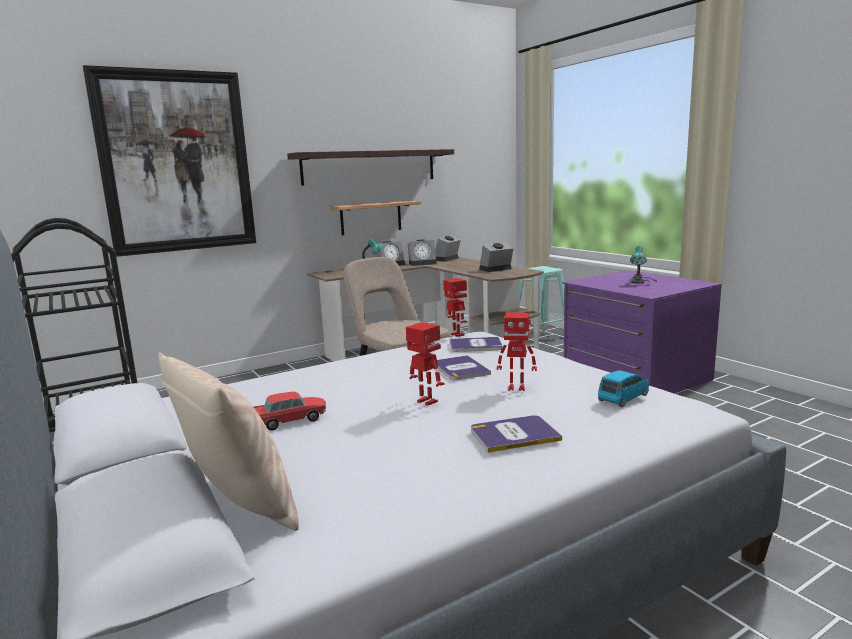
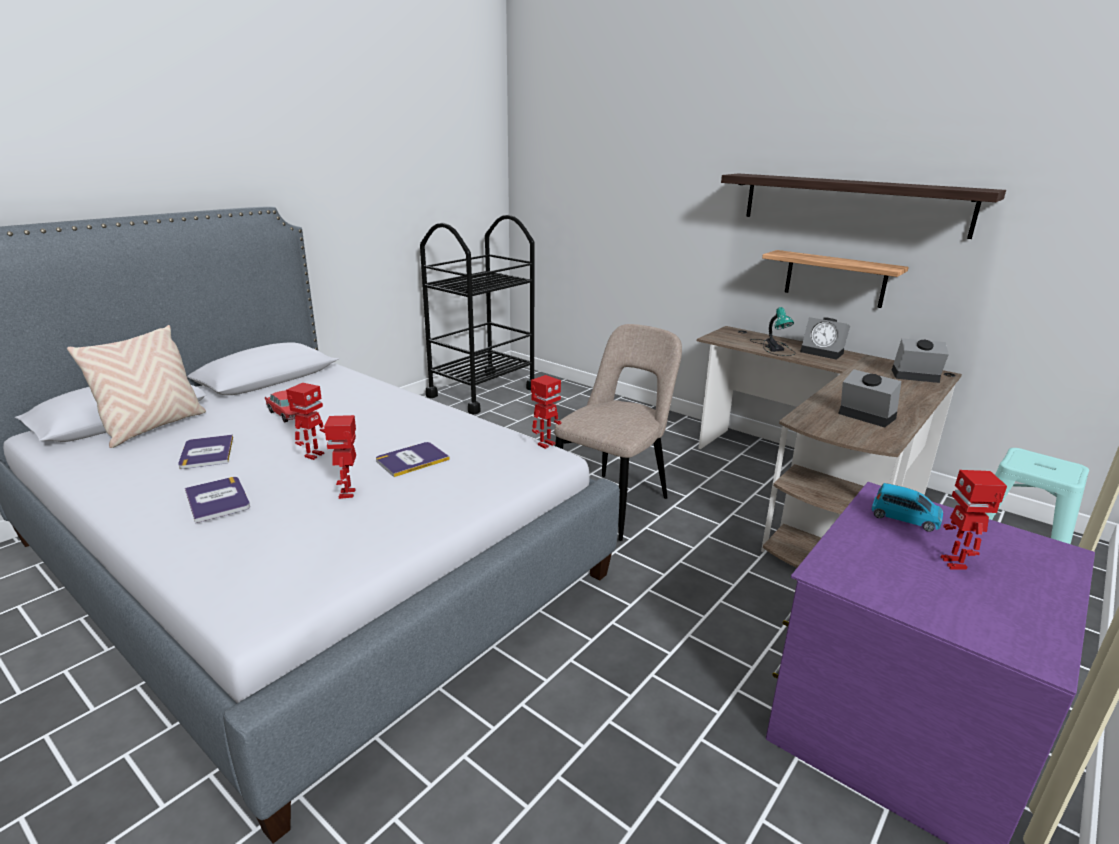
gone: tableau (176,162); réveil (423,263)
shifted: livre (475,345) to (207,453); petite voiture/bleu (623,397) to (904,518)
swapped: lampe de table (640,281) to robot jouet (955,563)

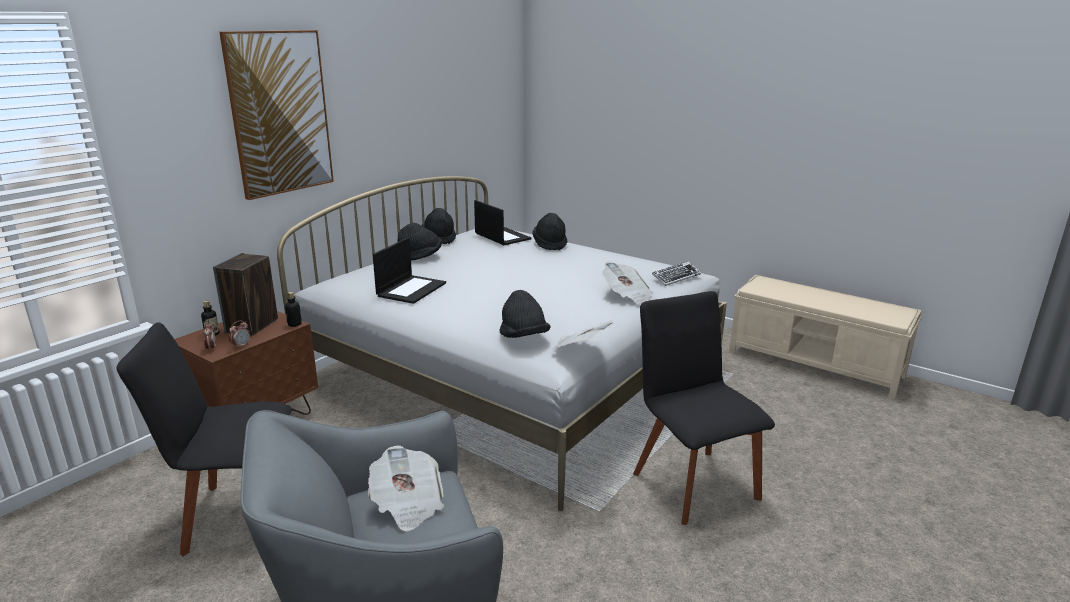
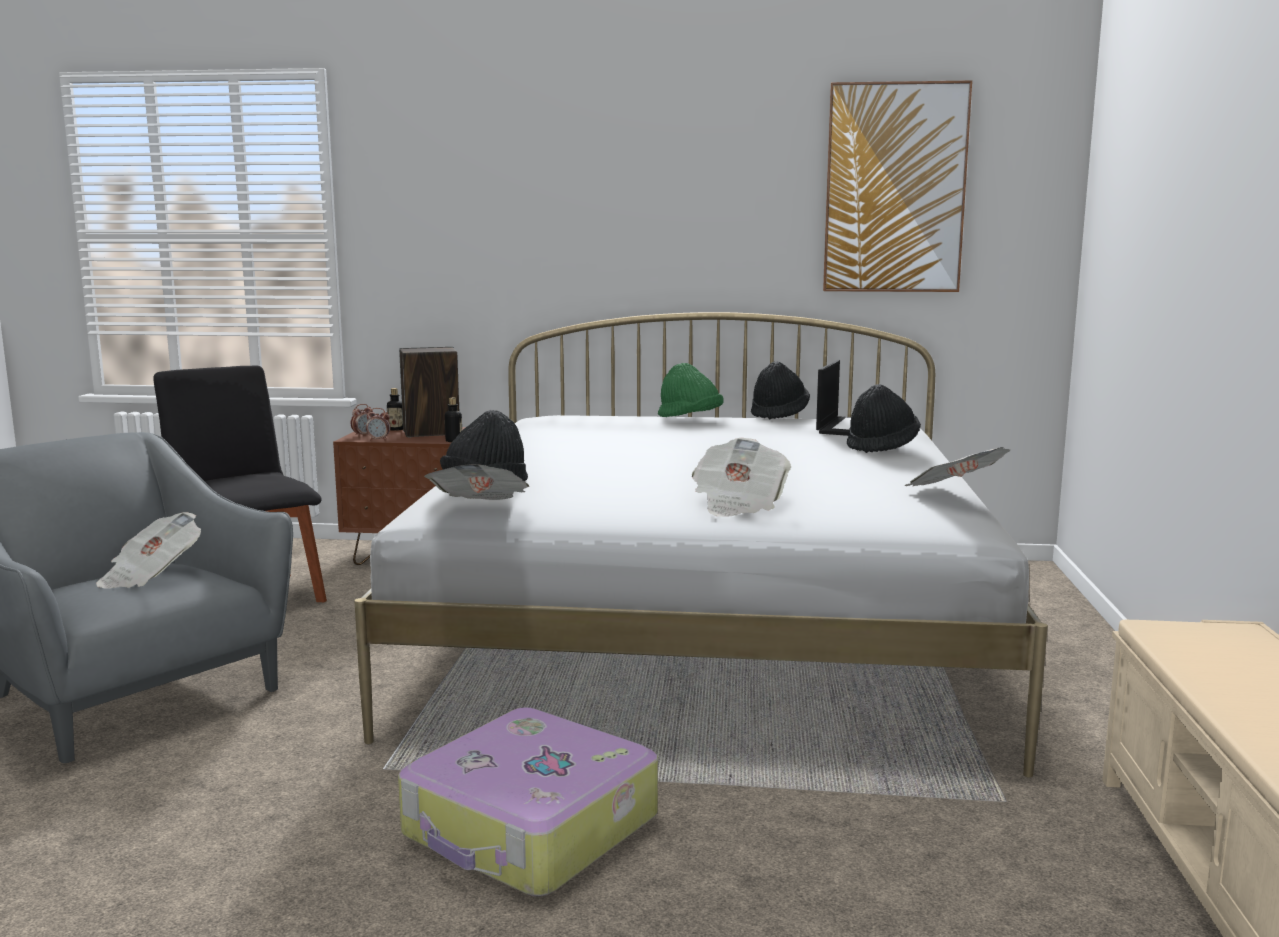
gone: ordinateur portable (411,289); clavier (676,277)
new: journal (954,494)
shifted: tableau (280,113) to (894,188)
swapped: chaise/noir (692,482) to valise (530,829)
repainted: chapeau/noir (420,257) to chapeau/vert (689,419)

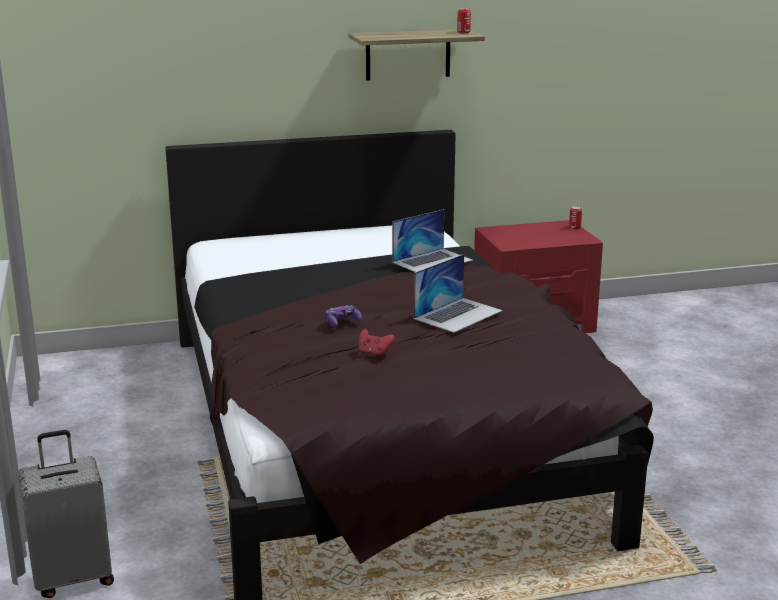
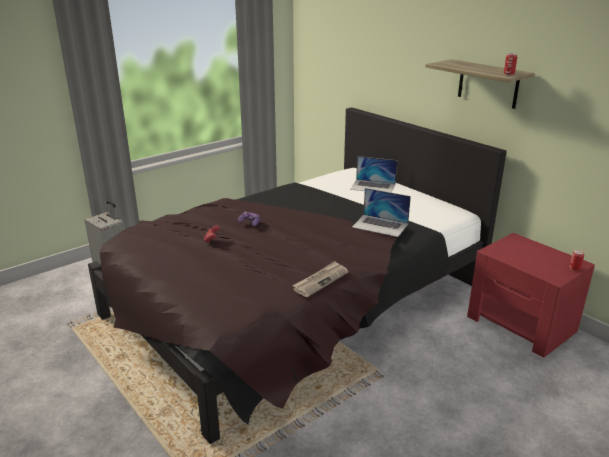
new: journal (320,280)
shifted: ordinateur portable (458,314) to (373,186)

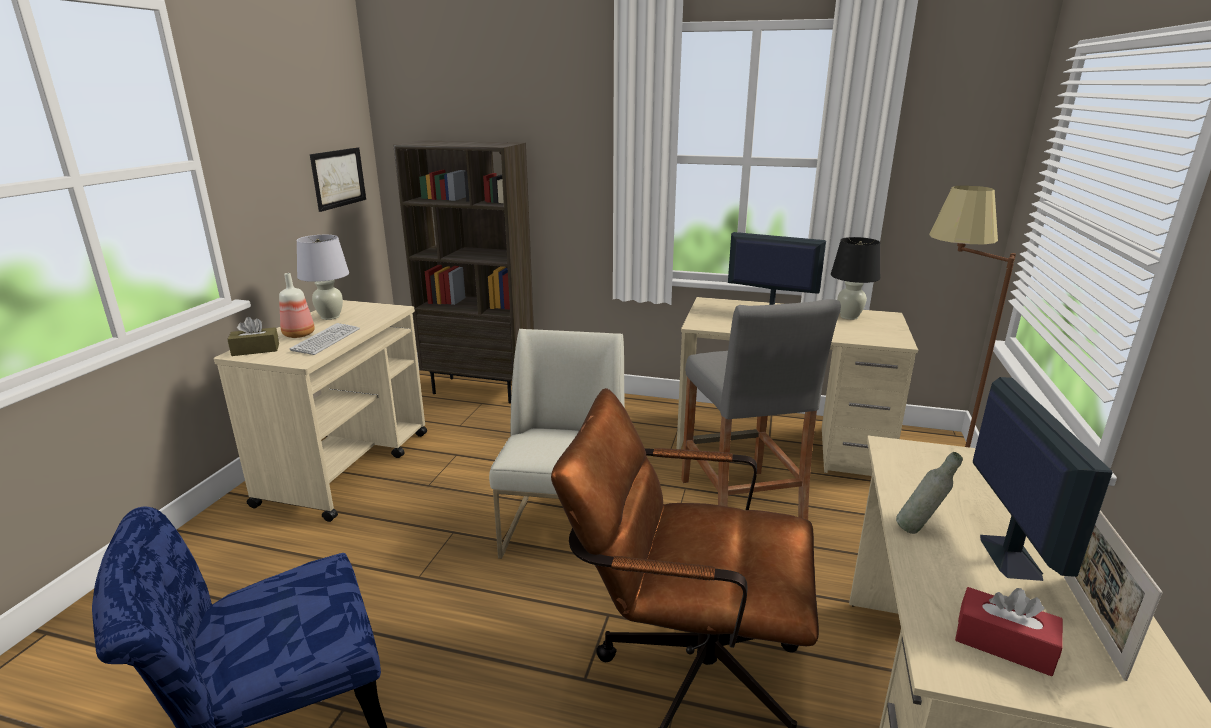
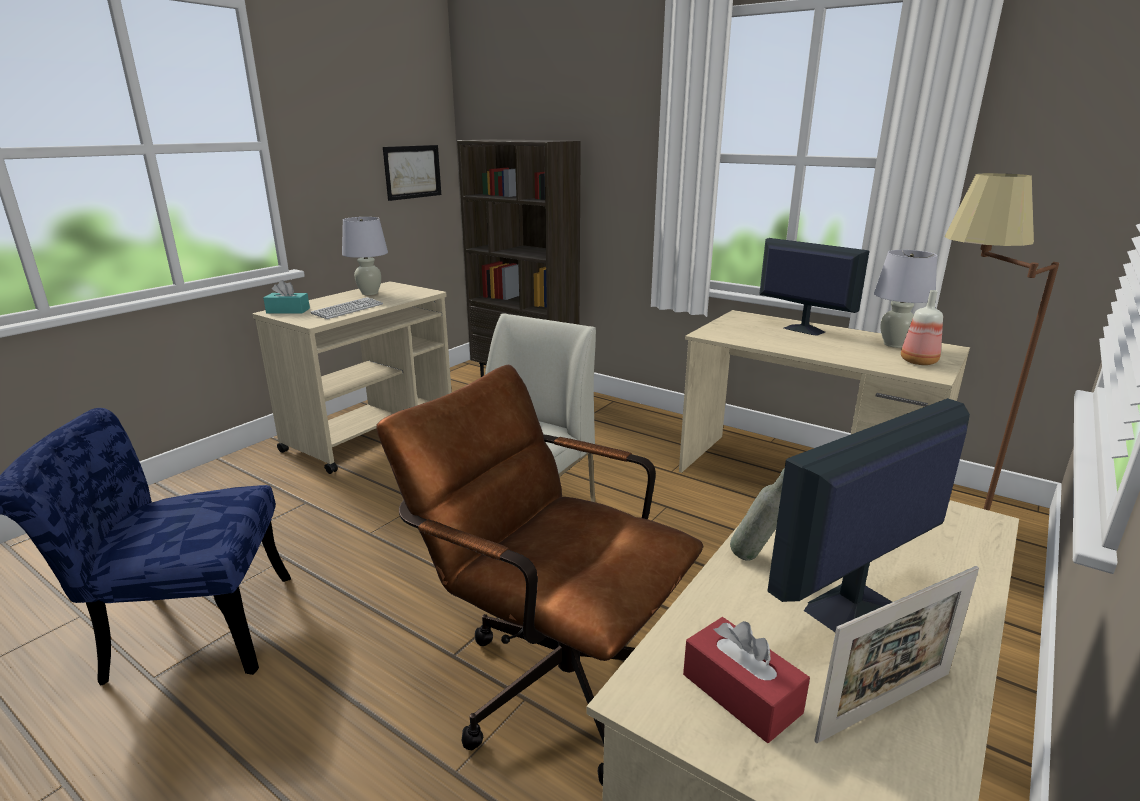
gone: tabouret/gris (740,505)
shifted: bouteille (298,334) to (917,361)
repainted: lampe de table/noir (849,317) to lampe de table/blanc (894,344); boîte à mouchoirs/marron (255,350) to boîte à mouchoirs/turquoise (288,311)
rotated: écran d'ordinateur (1008,555) = (847,607) 150 degrees counterclockwise; cadre photo (1092,624) = (885,705) 150 degrees counterclockwise

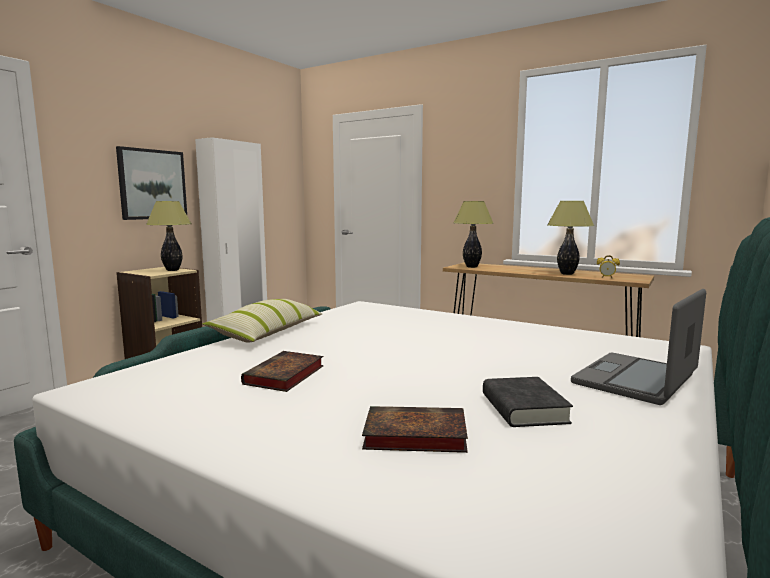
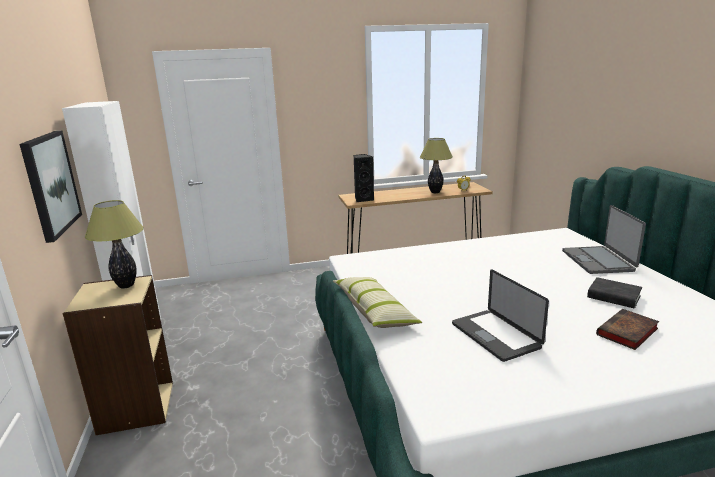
swapped: lampe de table (472,267) to enceinte/noir (363,199); livre (284,376) to ordinateur portable (495,336)

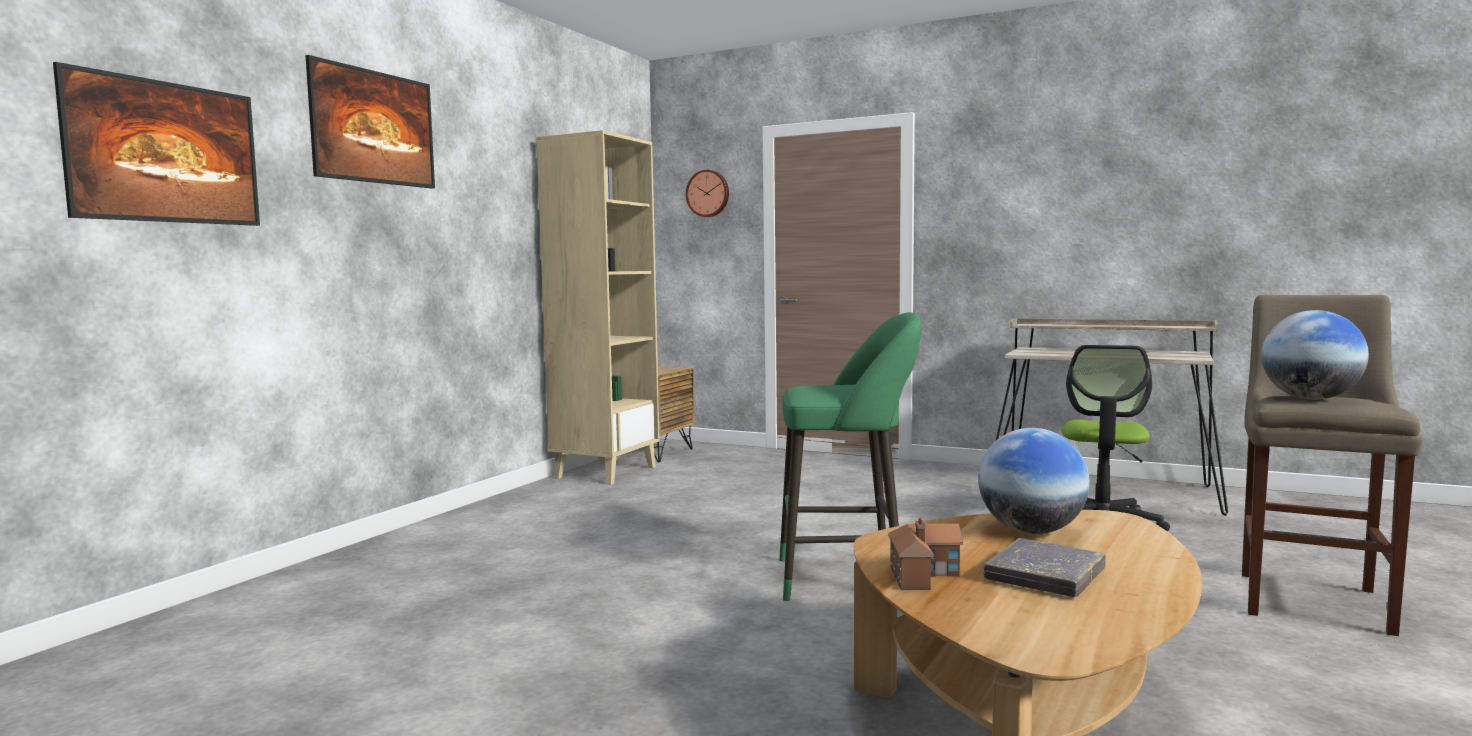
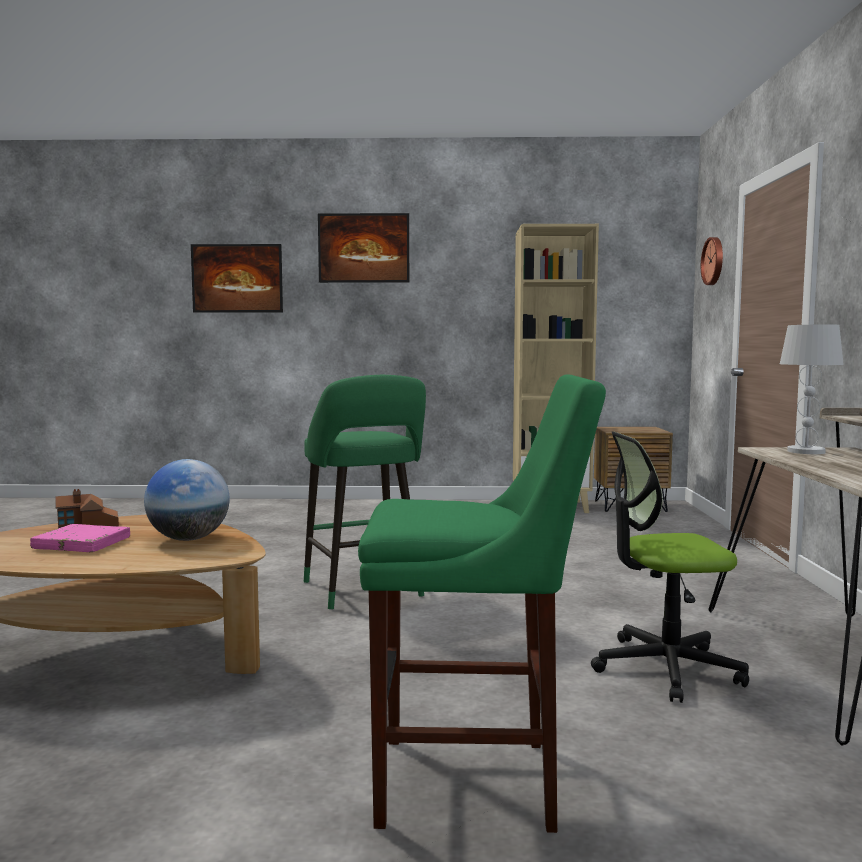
gone: globe (1310,399)
new: lampe de table/blanc (805,451)
repainted: tabouret/beige (1312,599) to tabouret/vert (476,782); livre/gris (1044,575) to livre/rose (82,544)

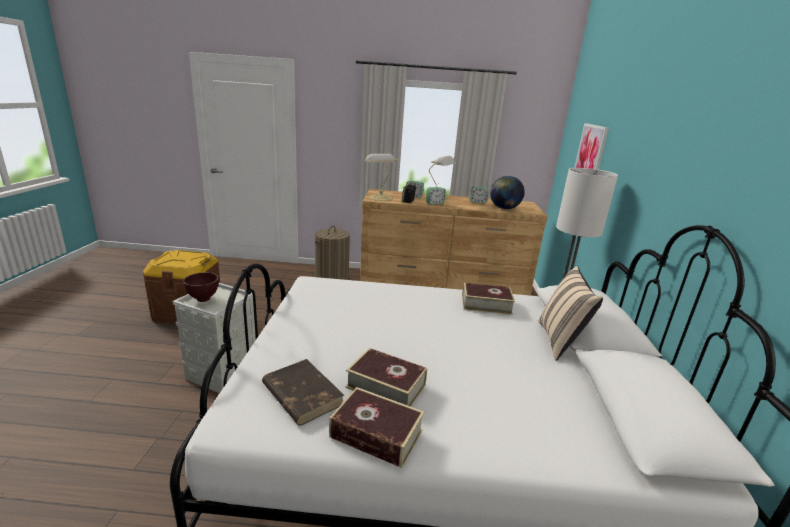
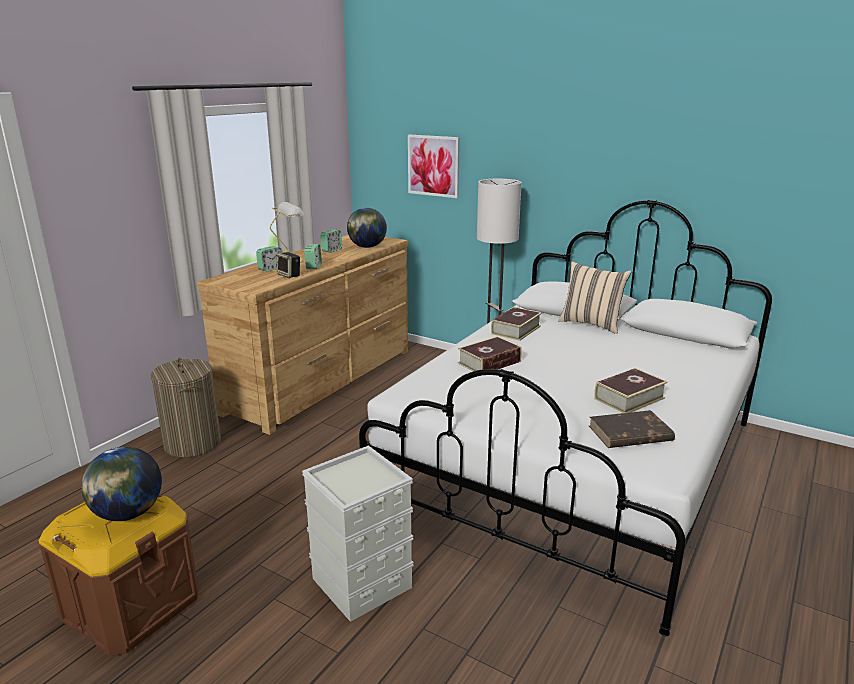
gone: lampe de table (380,197); bol/marron (203,299)
new: globe (128,514)
shifted: livre (376,434) to (489,362)

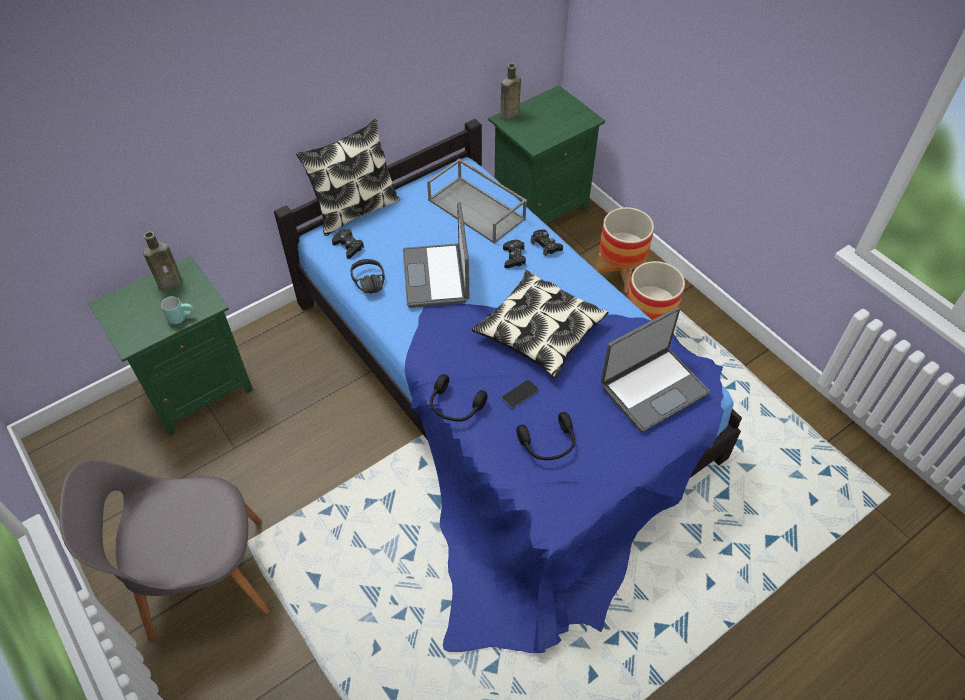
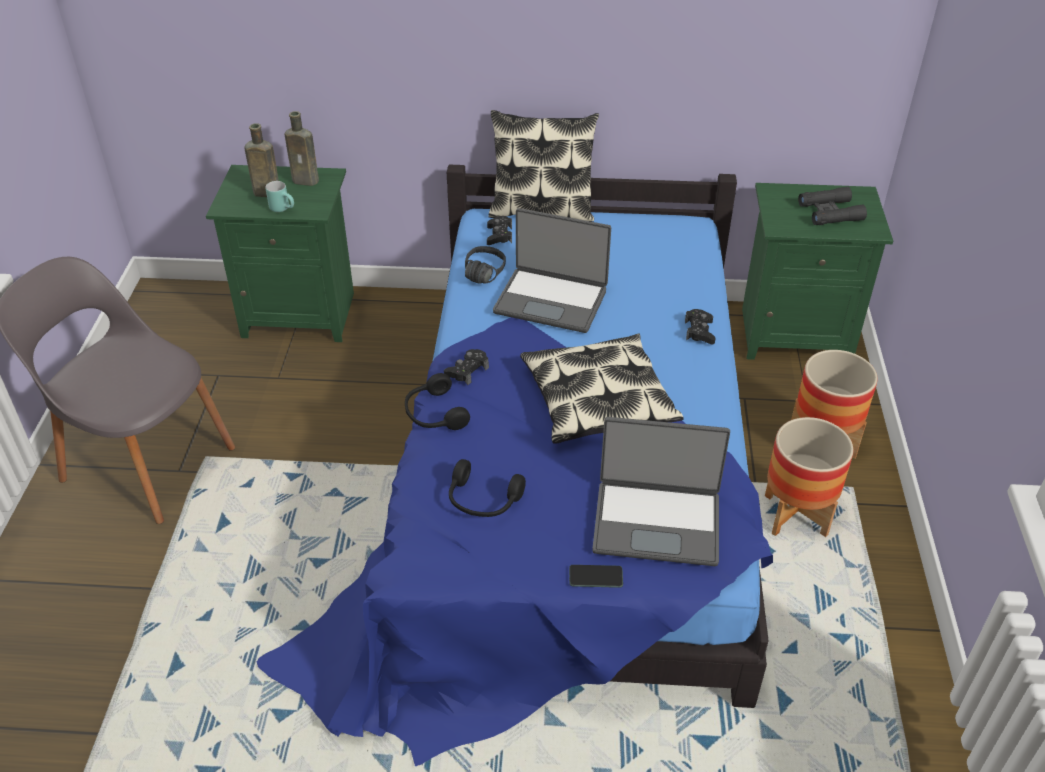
gone: plateau/gris (478,209)
new: jumelles/noir (830,212)
shifted: bouteille/marron (508,116) to (265,193); manette/noir (514,257) to (467,370); téléphone (520,394) to (596,577)
rotated: ordinateur portable (437,276) = (551,300) 105 degrees counterclockwise

